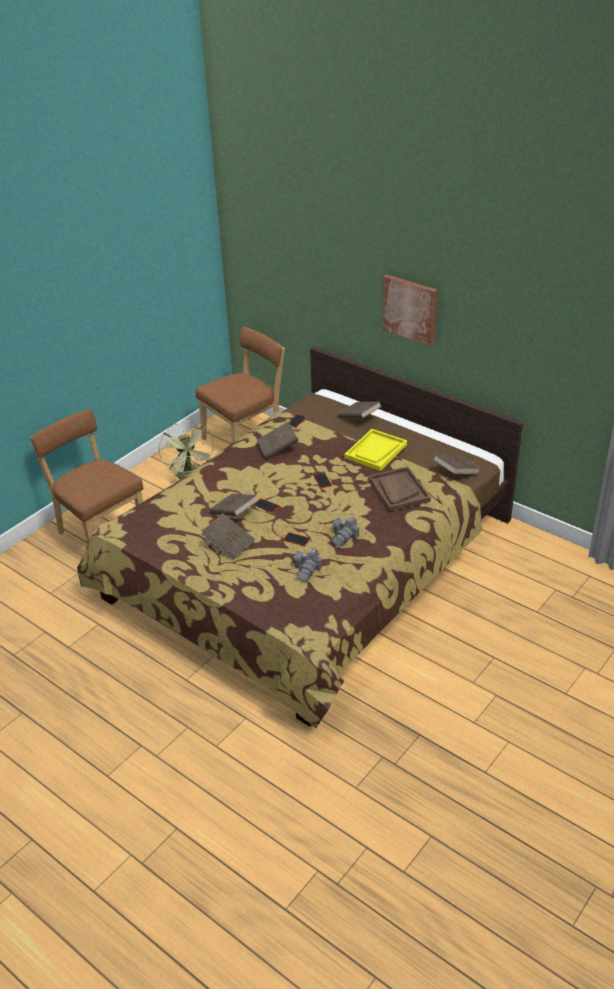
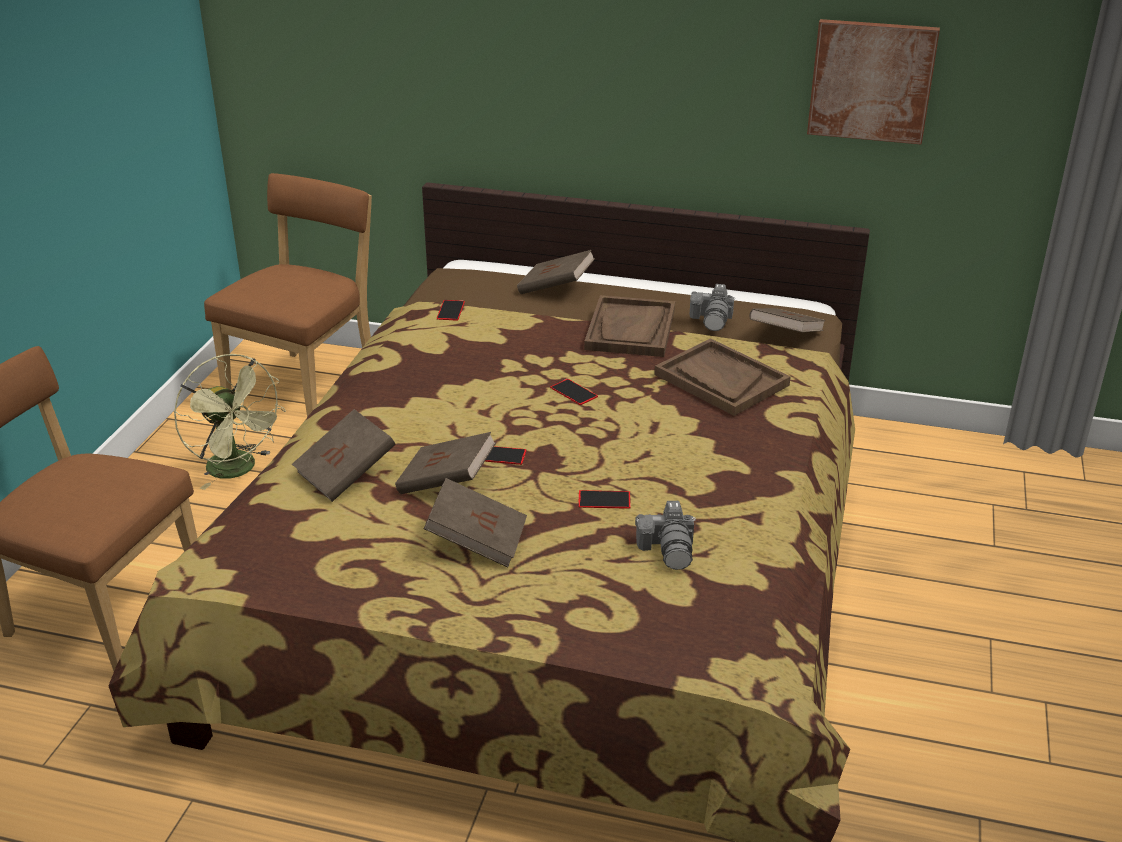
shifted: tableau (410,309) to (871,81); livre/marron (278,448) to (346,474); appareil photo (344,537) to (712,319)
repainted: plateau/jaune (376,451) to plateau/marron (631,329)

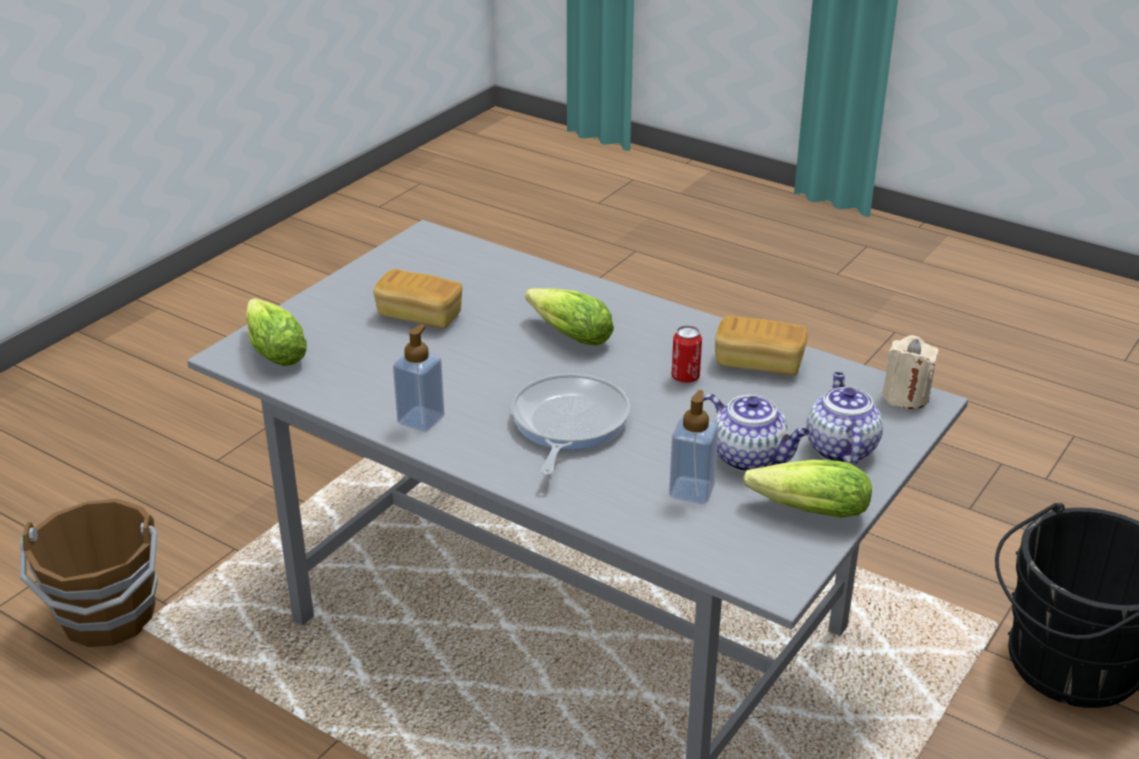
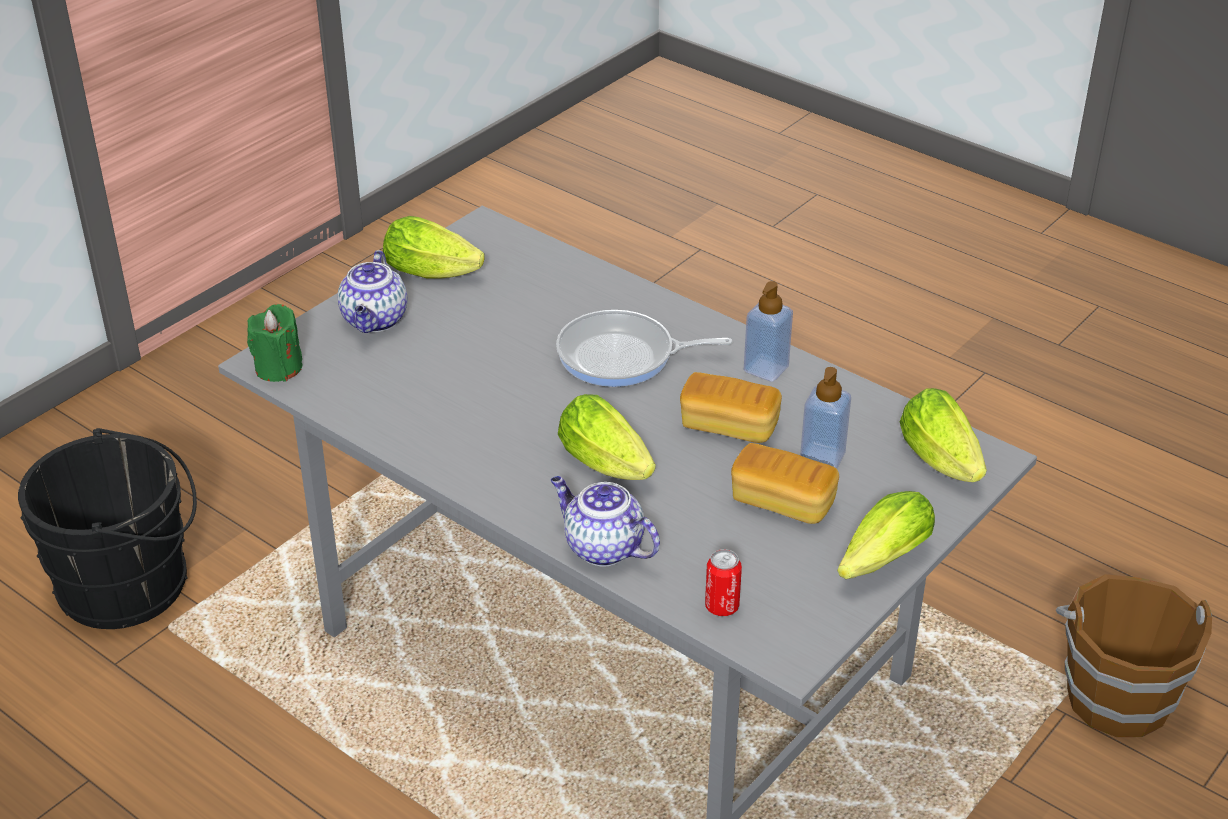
new: laitue (878,562)
shifted: pain (759,363) to (729,425); boîte métallique (685,377) to (722,606); distributeur de savon (691,491) to (822,457); théière (750,458) to (602,547)
repainted: bougie/beige (905,396) to bougie/vert (278,368)
rotated: poêle (567,424) = (622,357) 75 degrees clockwise

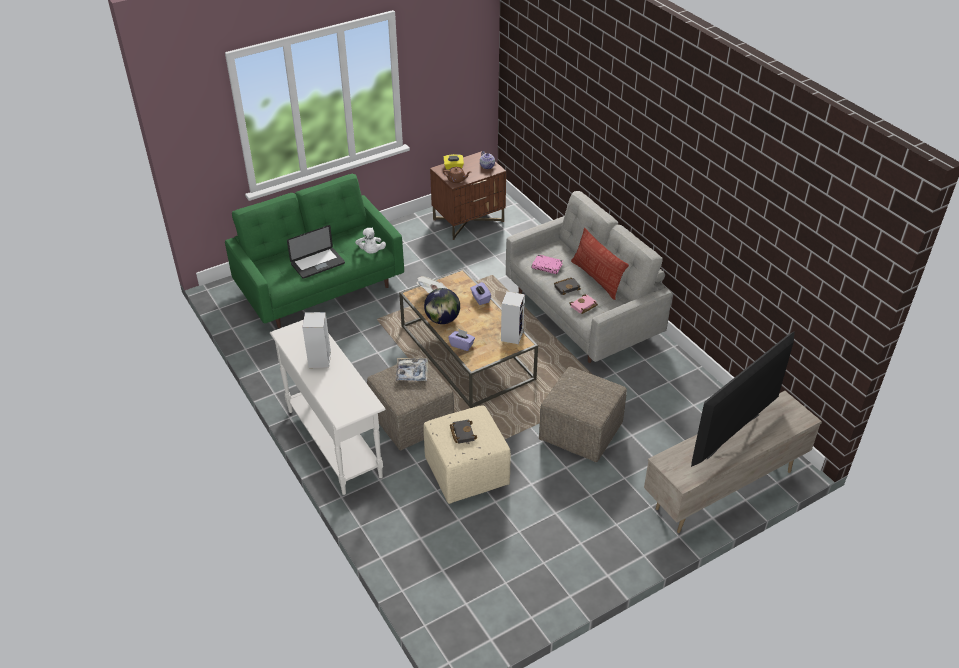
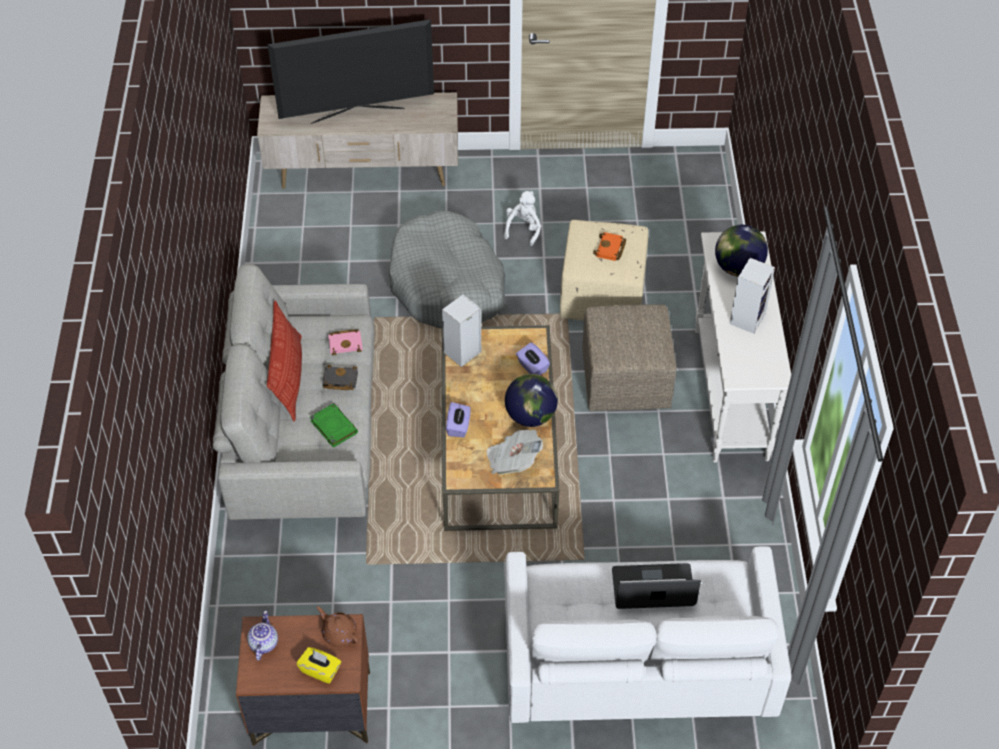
gone: plateau (412,373)
new: globe (737,268)
shifted: peluche/blanc (371,252) to (523,229)
swapped: pouf/beige (581,433) to panier pour chien/gris (447,285)
repainted: canapé/vert (321,287) to canapé/blanc (635,666); livre/rose (547,266) to livre/vert (333,427); livre/noir (462,433) to livre/orange (610,249)

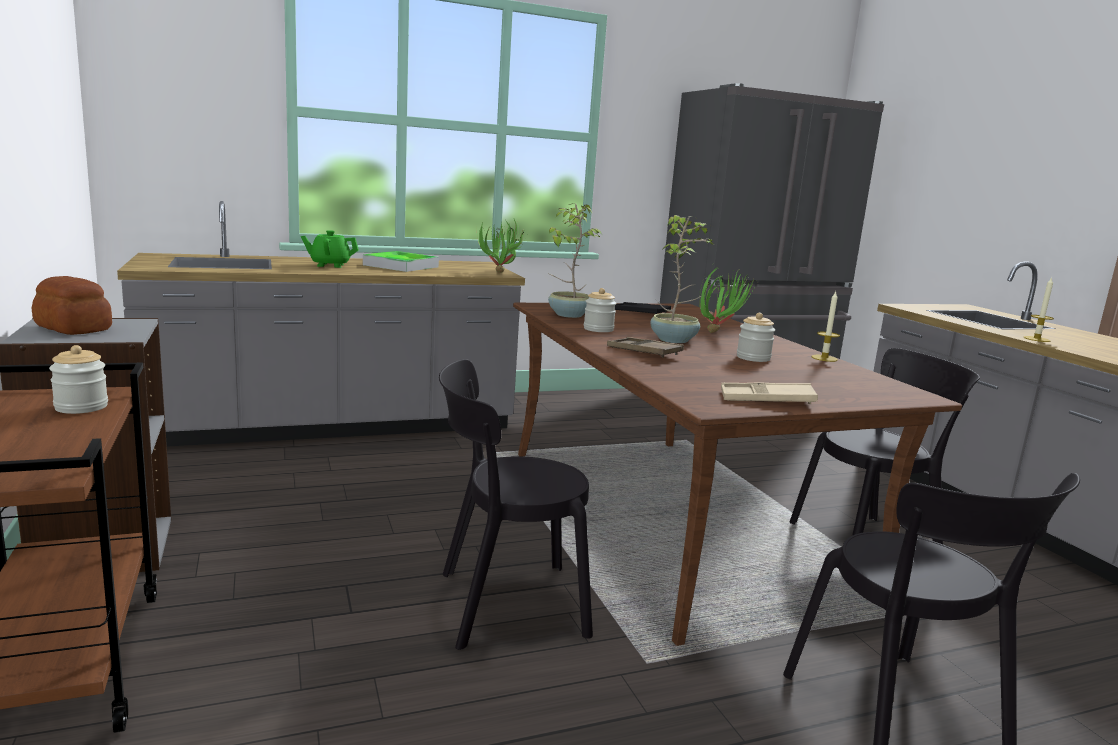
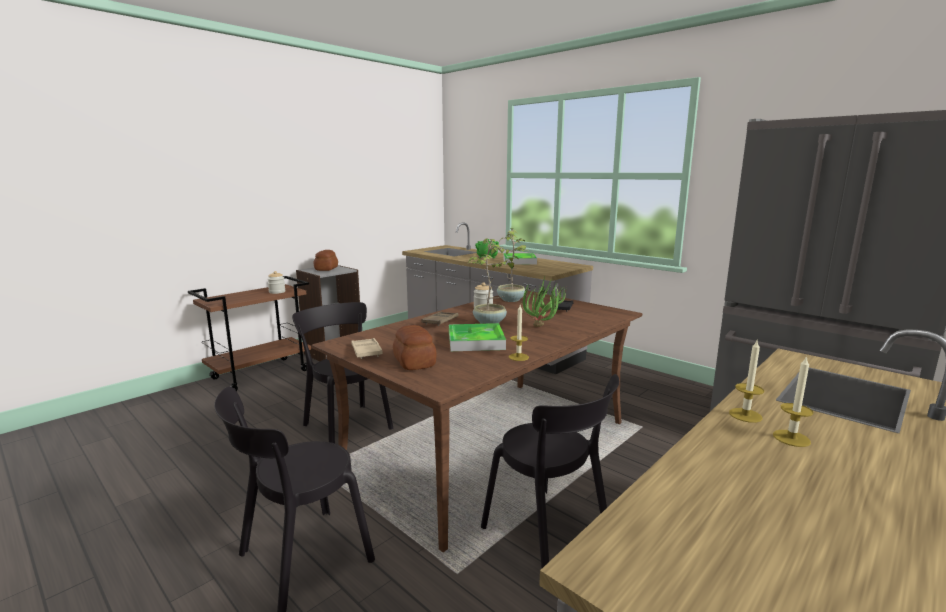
gone: plante en pot (500,273)
new: pain (415,362); bougie (791,438)
swapped: bocal (753,358) to plateau (476,341)

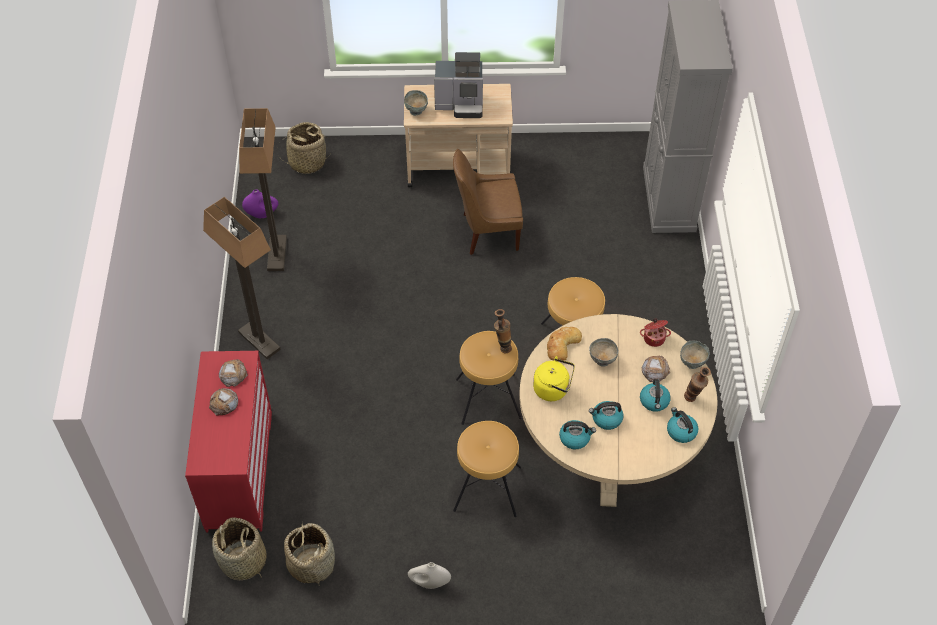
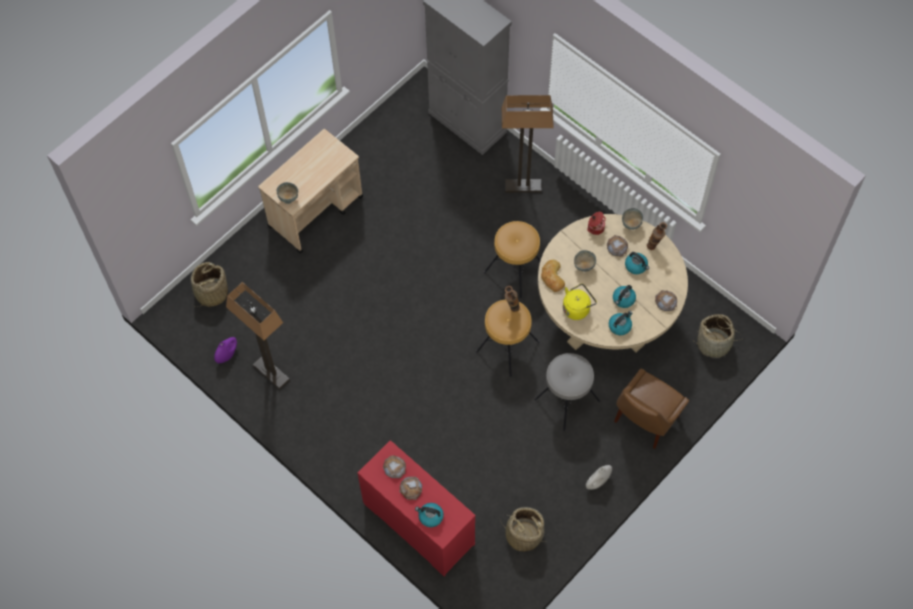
gone: machine à café (461,104)
new: pain (665,301)
shifted: chaise/marron (487,232) to (644,421); lampadaire (258,341) to (523,187); bouilloire (681,431) to (430,516); panier (243,561) to (714,343)
repainted: tabouret/marron (487,488) to tabouret/gris (566,400)

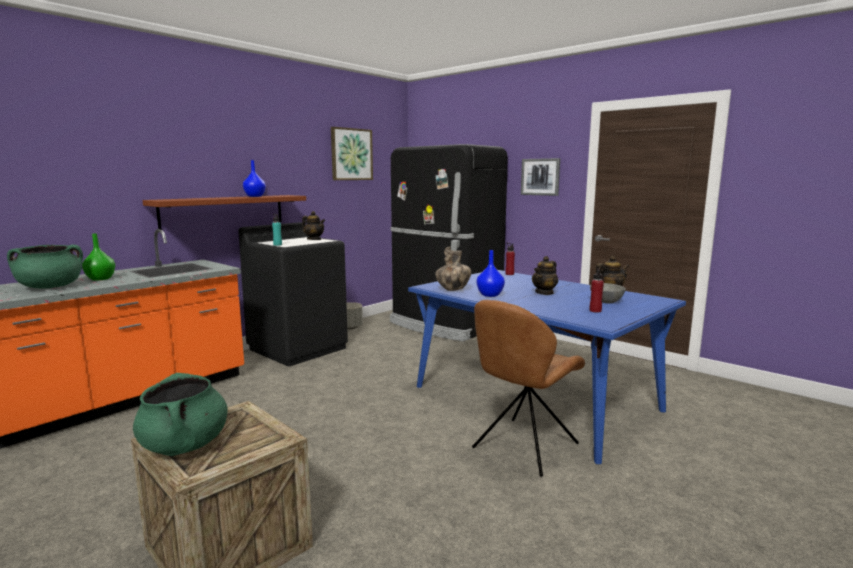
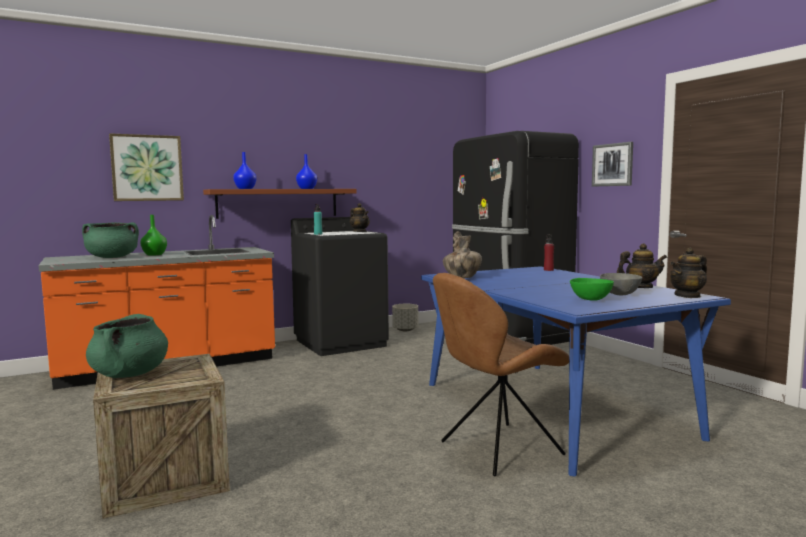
shifted: tableau (351,154) to (147,168); vase/bleu (490,295) to (245,189); théière (544,292) to (687,296)
swapped: bouteille/rouge (595,311) to bol/vert (591,299)

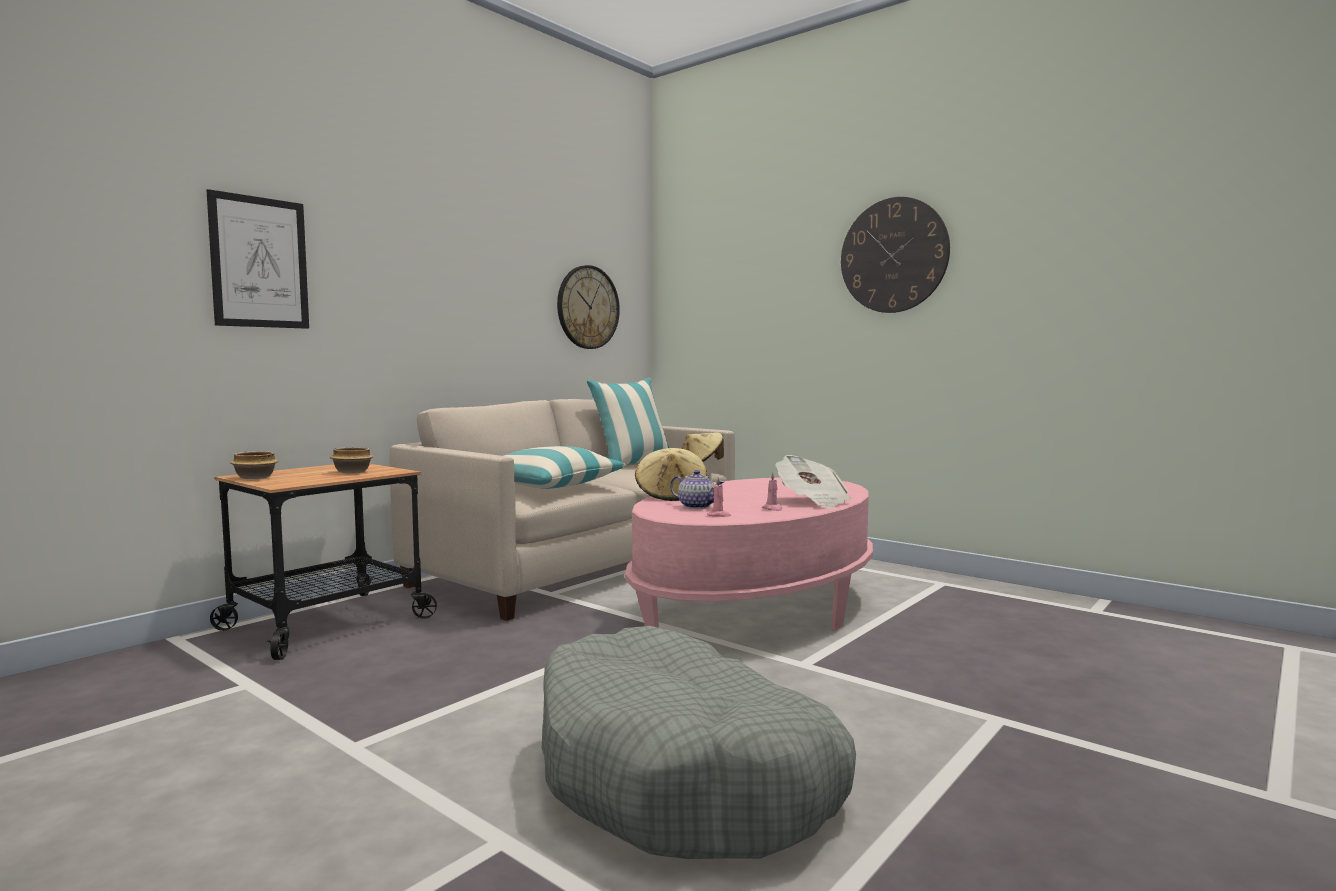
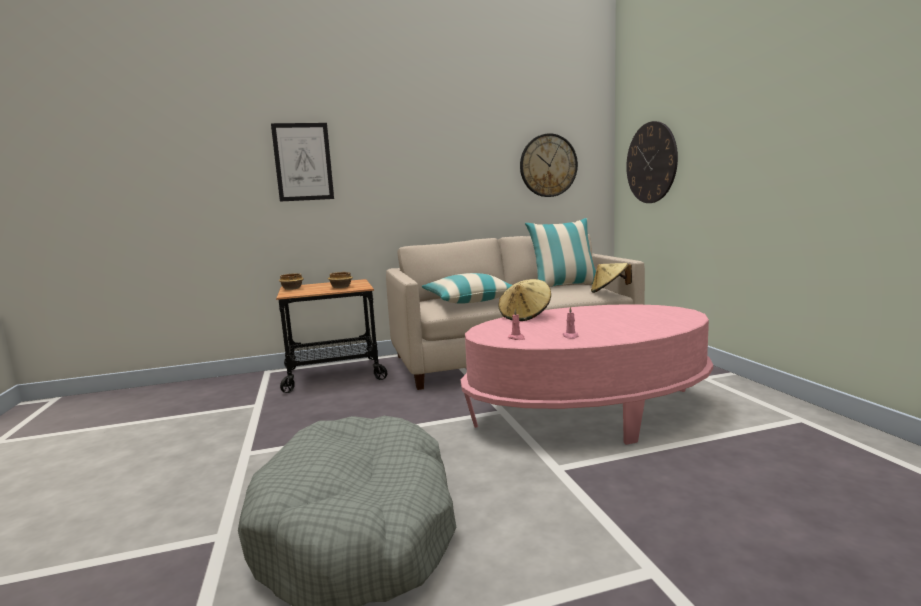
gone: journal (812,501); théière (696,506)
shifted: horloge murale (893,255) to (651,163)

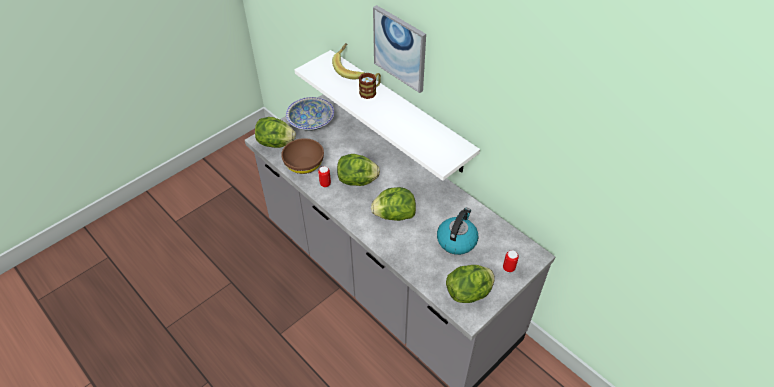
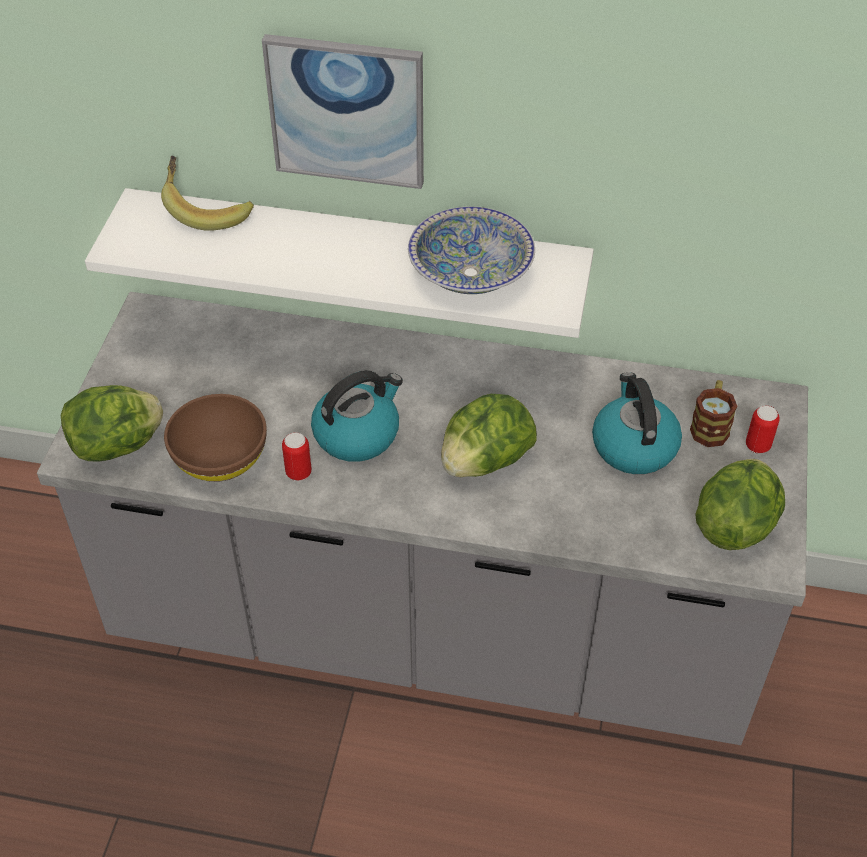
shifted: mug (370,91) to (710,425); bol (311,122) to (470,273)
swapped: laitue (357,181) to bouilloire (357,434)

